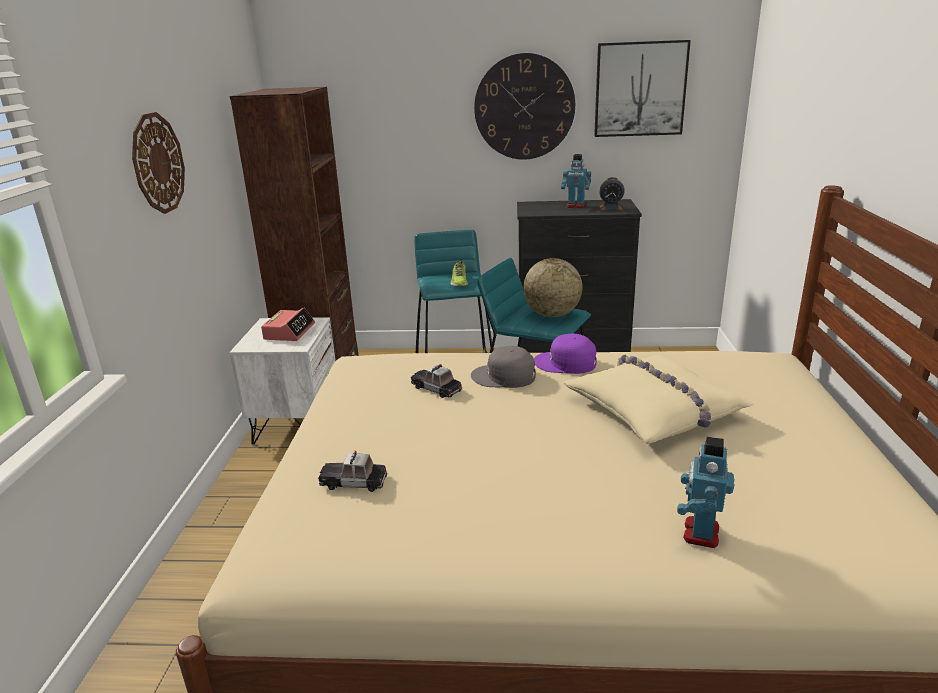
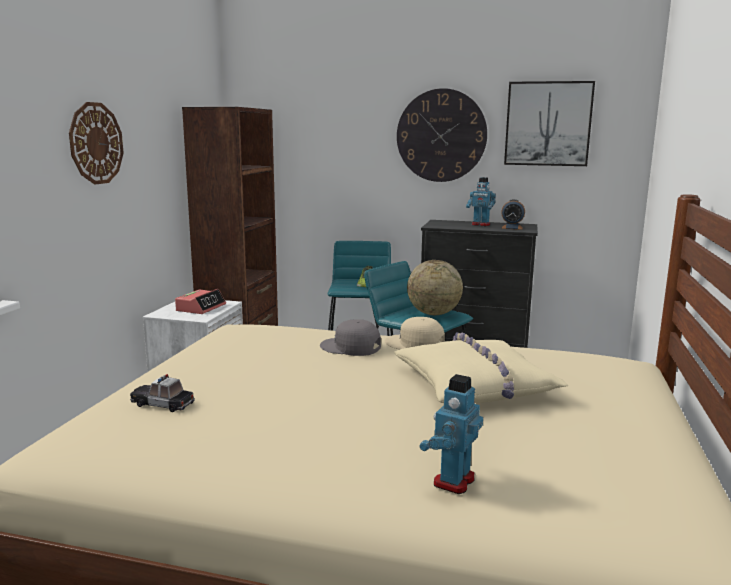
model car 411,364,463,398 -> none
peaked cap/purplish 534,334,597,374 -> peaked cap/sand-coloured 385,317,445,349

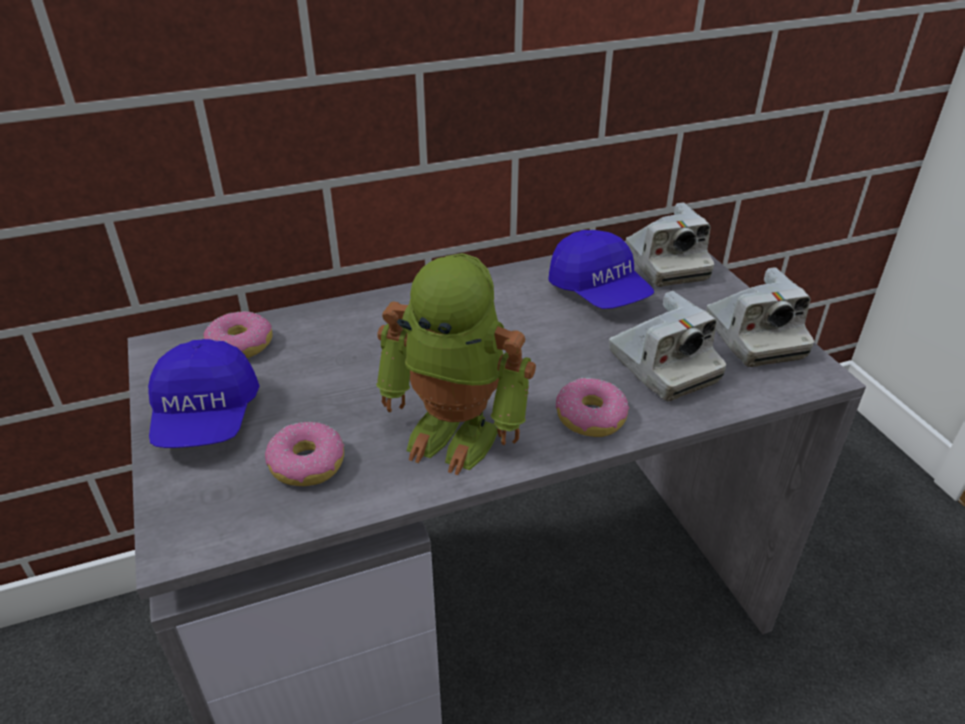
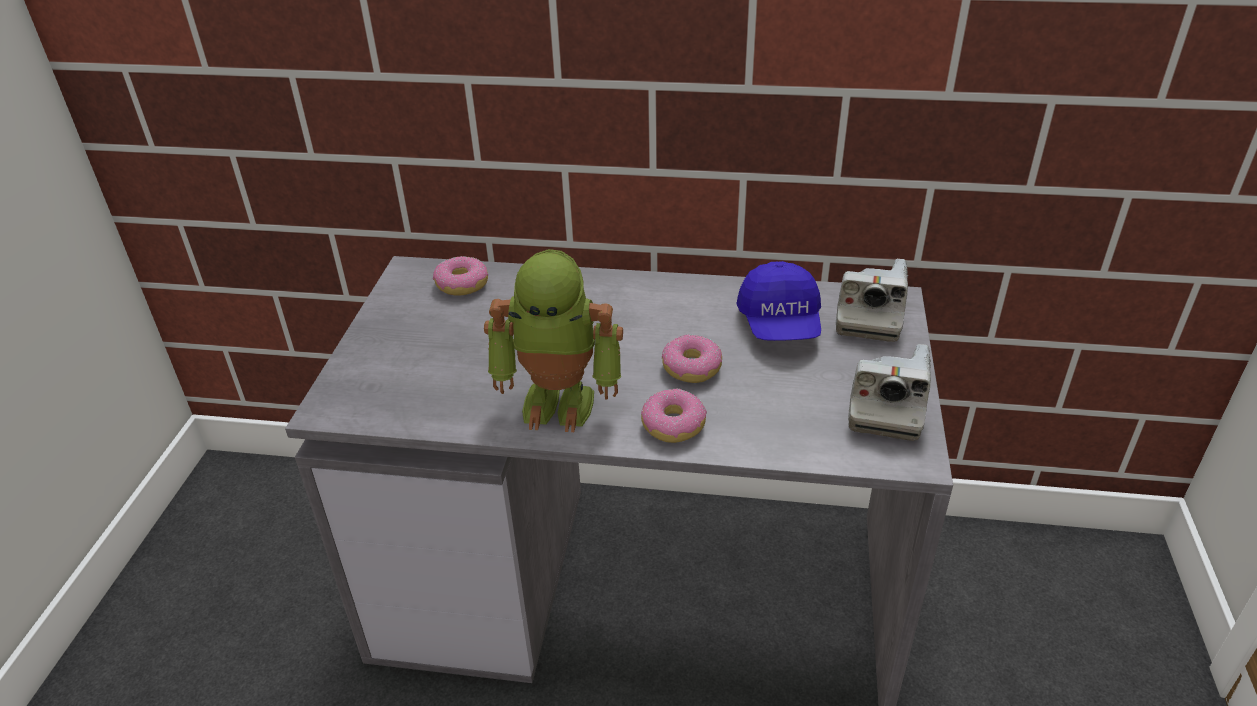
peaked cap/blue 148,339,260,448 -> none
ring doughnut 265,421,344,486 -> ring doughnut 662,334,722,383, moved
toy robot 376,253,536,475 -> toy robot 484,249,623,432, 45 degrees counterclockwise
still camera 609,291,726,401 -> none

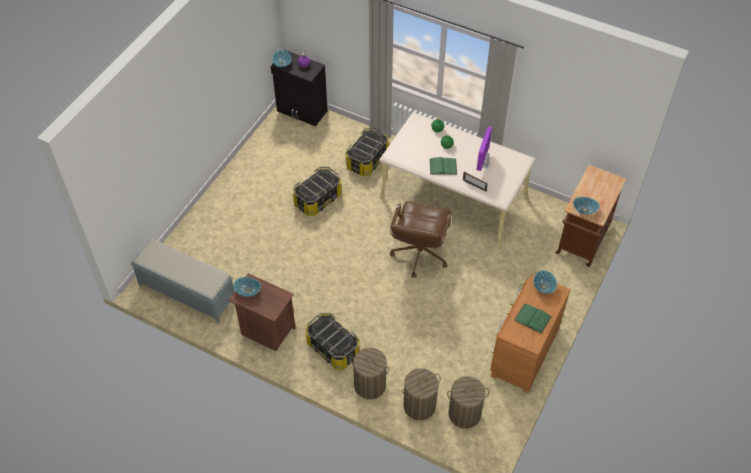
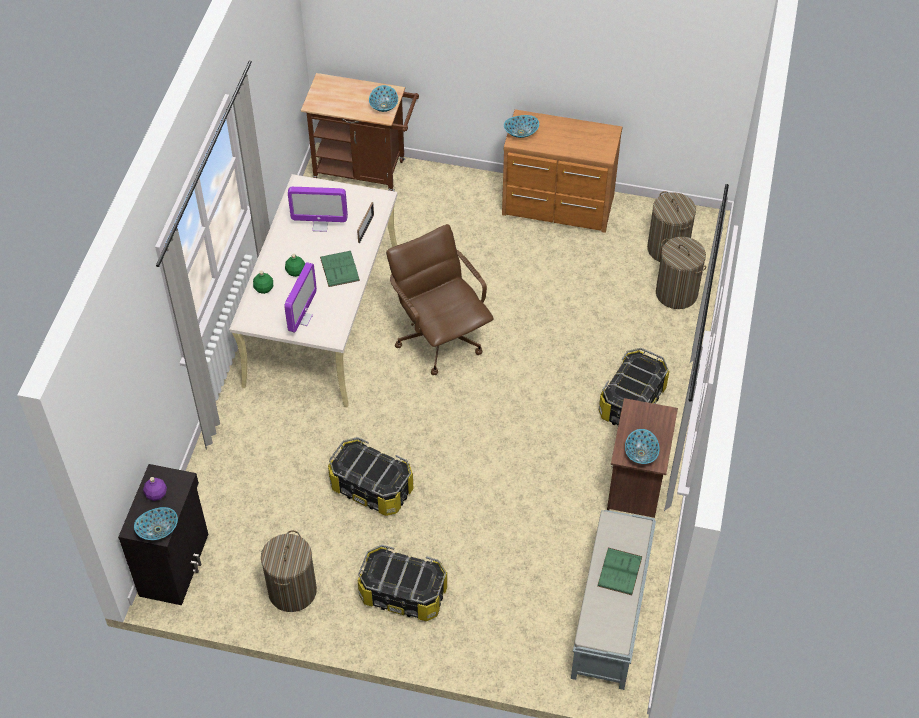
storage bin 346,127,389,176 -> storage bin 358,545,447,621, moved
hamper 350,348,389,399 -> hamper 261,530,317,612, moved
desk chair/brown 390,201,451,278 -> desk chair/brown 386,224,494,375, 120 degrees counterclockwise
volume/green 514,303,551,334 -> volume/green 597,548,643,595, moved
none -> monitor 284,262,317,333

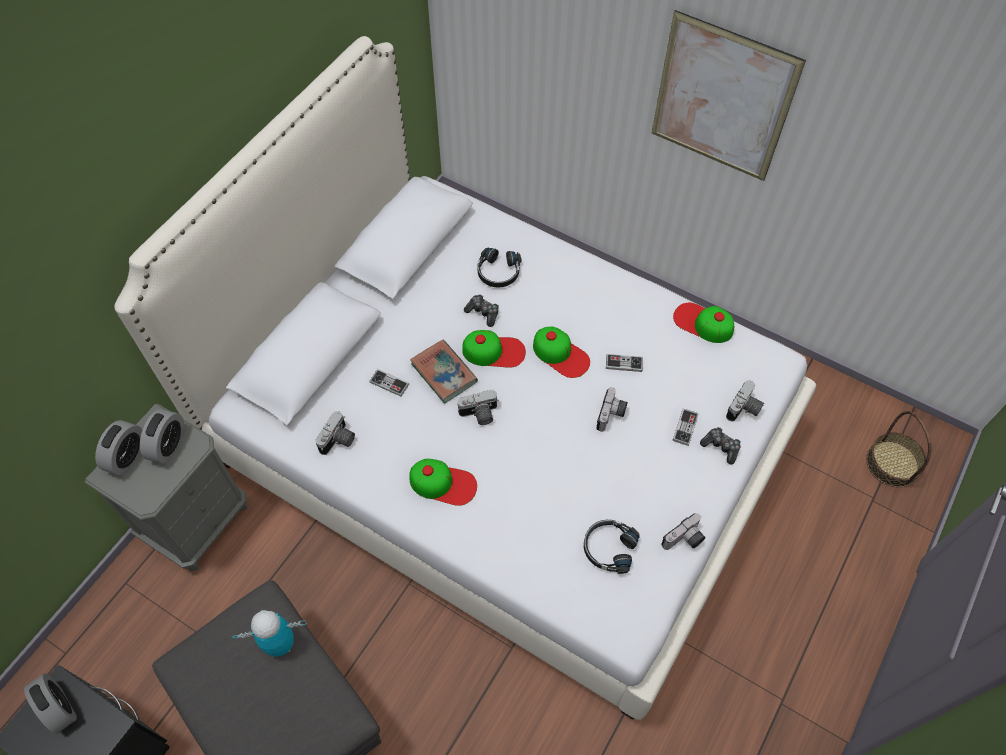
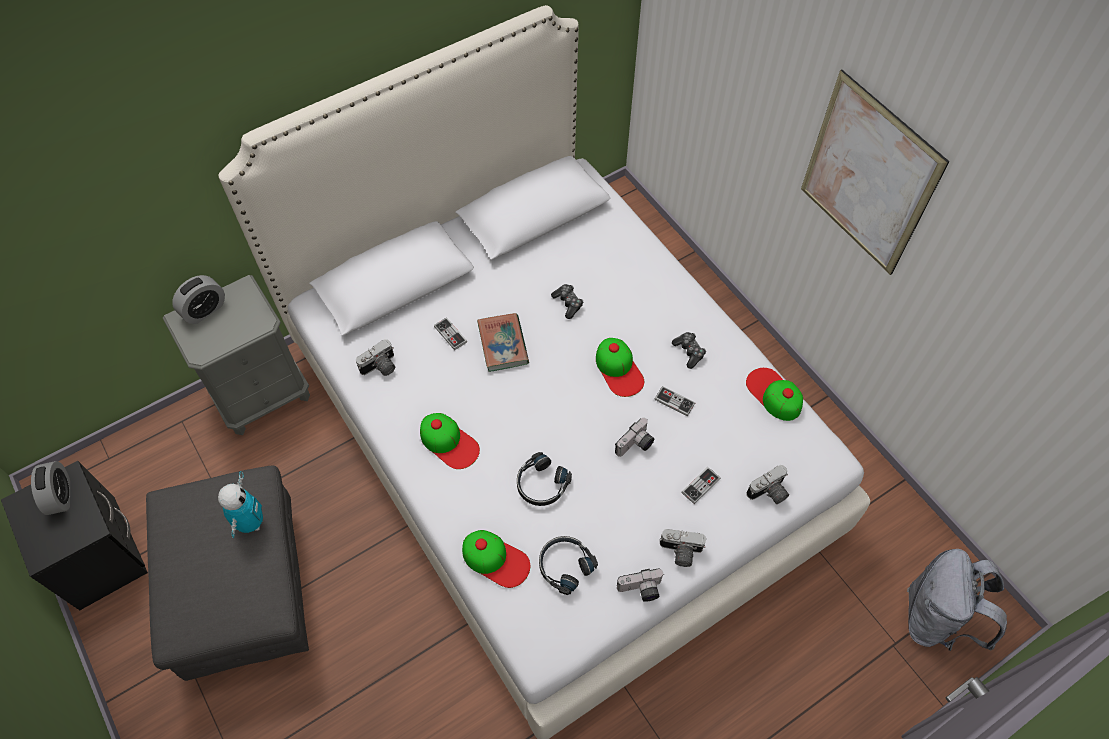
alarm clock 140,409,185,464 -> none
toy robot 232,610,307,657 -> toy robot 218,471,263,538, 75 degrees clockwise
still camera 458,389,499,425 -> still camera 660,529,706,567, moved
peaked cap 462,330,526,368 -> peaked cap 462,530,530,588, moved
pair of headphones/black-coloured 477,247,522,288 -> pair of headphones/black-coloured 517,452,572,506, moved
joypad 700,427,741,465 -> joypad 672,332,706,369, moved
household basket 866,411,931,487 -> knapsack/grey 907,549,1007,651

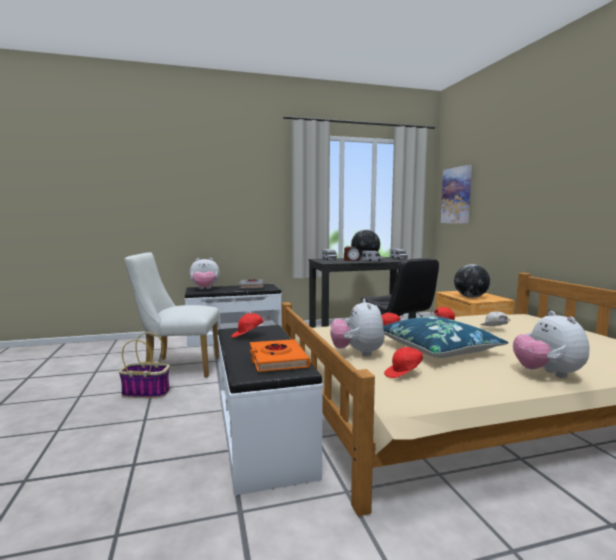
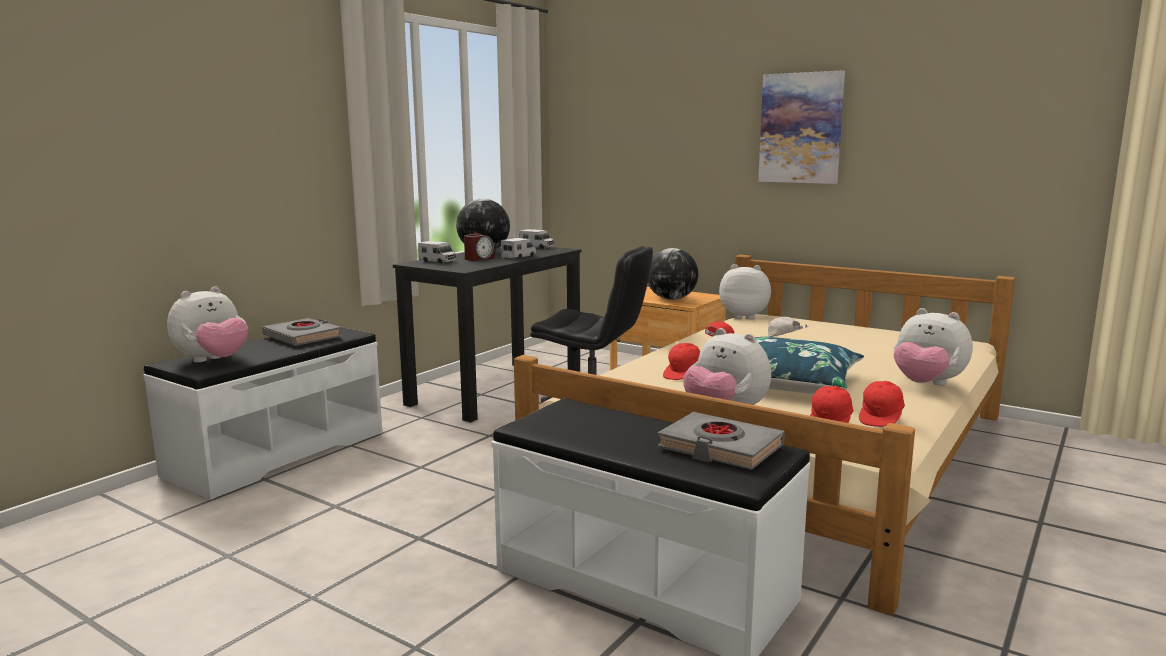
household basket 119,332,170,398 -> none
plain chair/whitish 125,252,219,378 -> none
peaked cap/red 231,313,269,338 -> peaked cap/red 859,381,905,427, moved
volume/orangey 250,339,310,372 -> volume/grey 657,412,785,470
wall art 441,165,472,223 -> wall art 758,70,845,184, moved
none -> cuddly toy 719,264,771,319

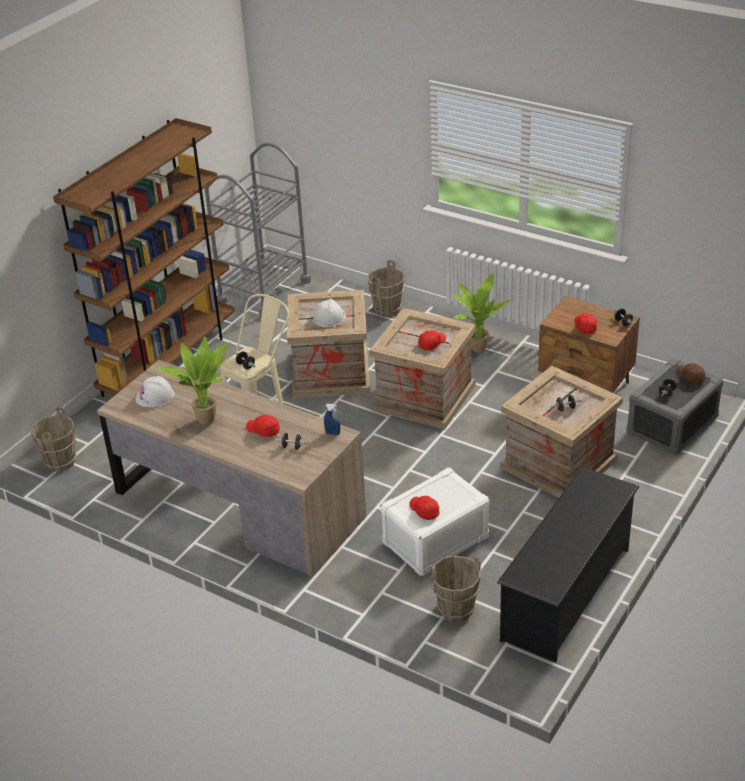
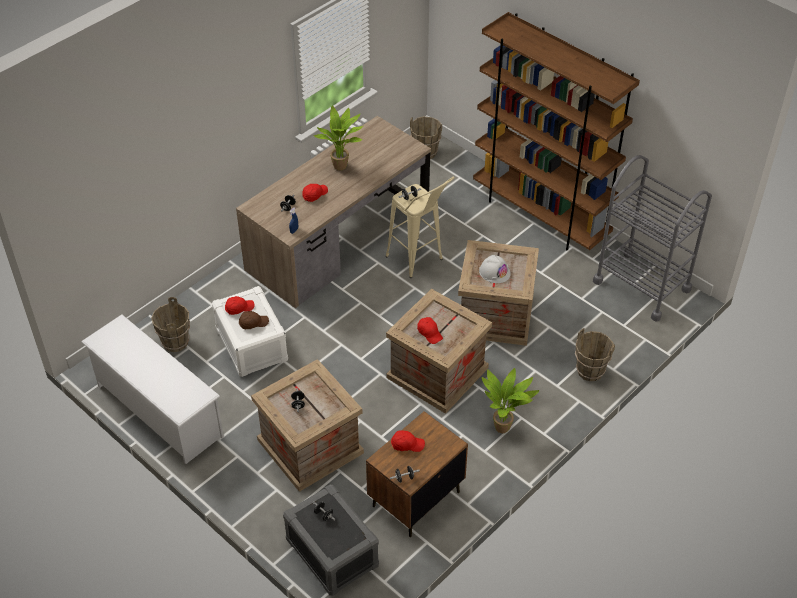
safety helmet/whitish 135,376,174,407 -> none
shoe shelf/black-coloured 497,467,639,663 -> shoe shelf/whitish 81,314,224,464
peaked cap/brown 676,363,705,384 -> peaked cap/brown 239,311,269,329, moved

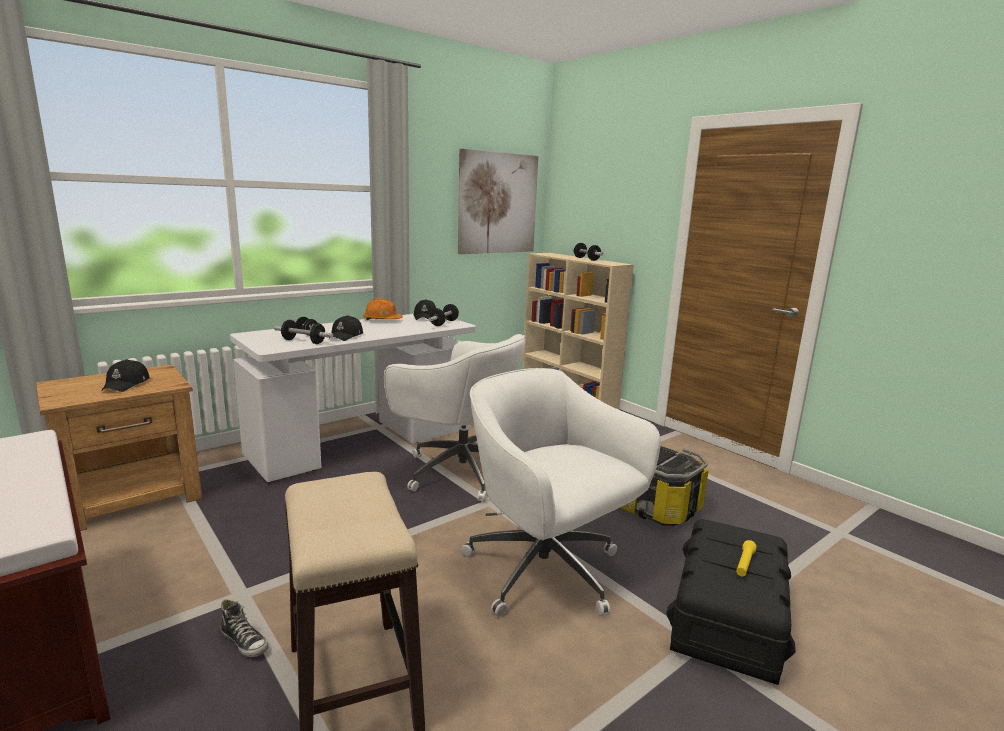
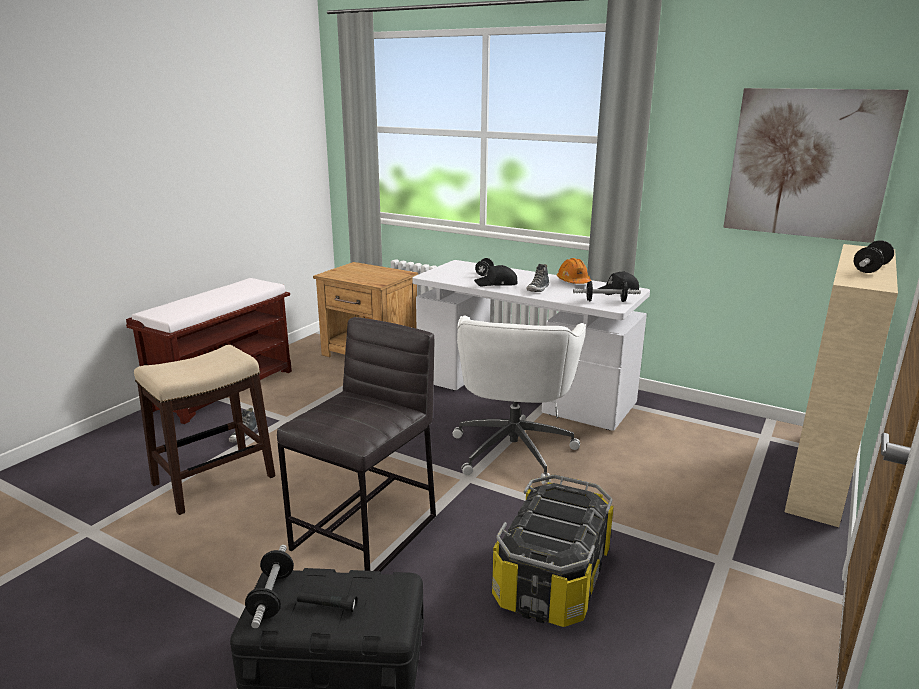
peaked cap/black-coloured 102,359,150,392 -> none
hand weight 274,320,333,344 -> hand weight 245,545,294,628, moved
desk chair/whitish 461,368,661,617 -> sitting stool/grey 277,317,436,572
torch/yellow 736,540,757,576 -> torch/black-coloured 297,591,358,612
none -> item of footwear 526,264,549,292

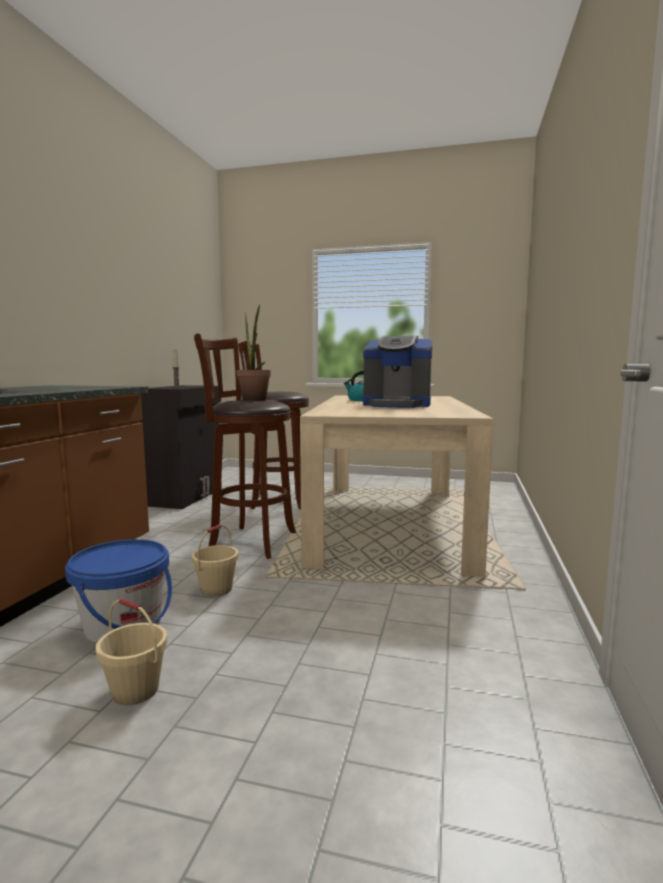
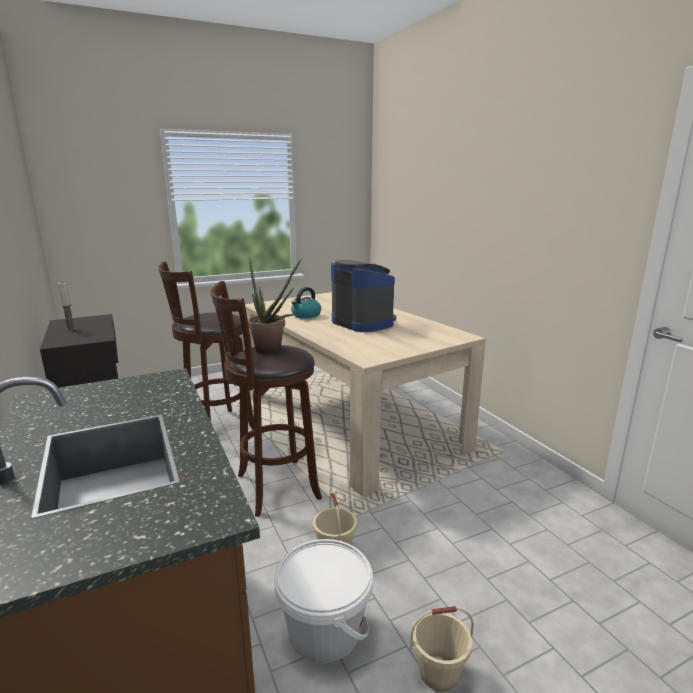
bucket/blue 65,539,172,643 -> bucket/whitish 274,539,373,663
coffee maker 363,336,432,408 -> coffee maker 331,260,396,332, 105 degrees counterclockwise

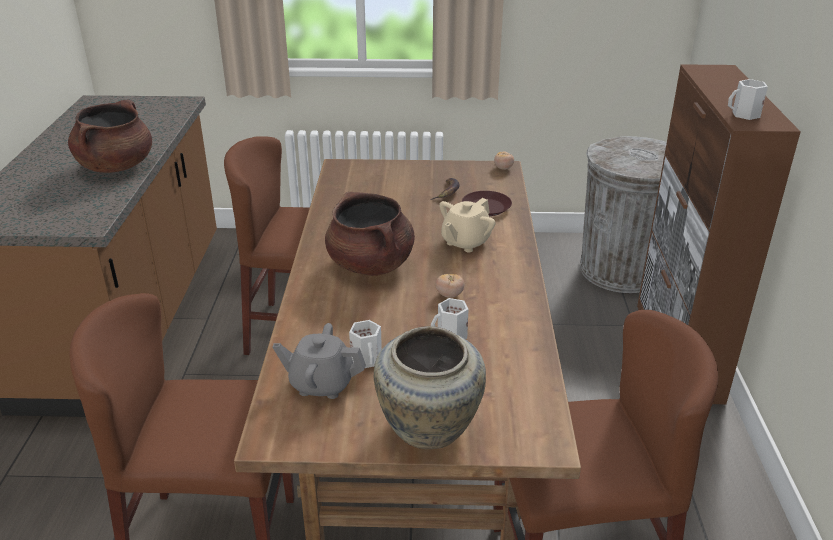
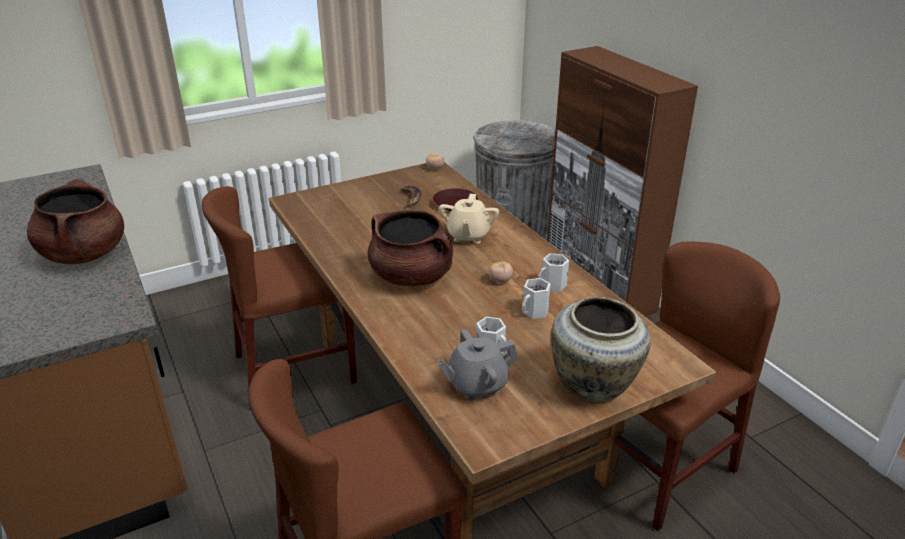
mug/whitish 728,79,768,120 -> mug/whitish 538,254,569,292, moved

